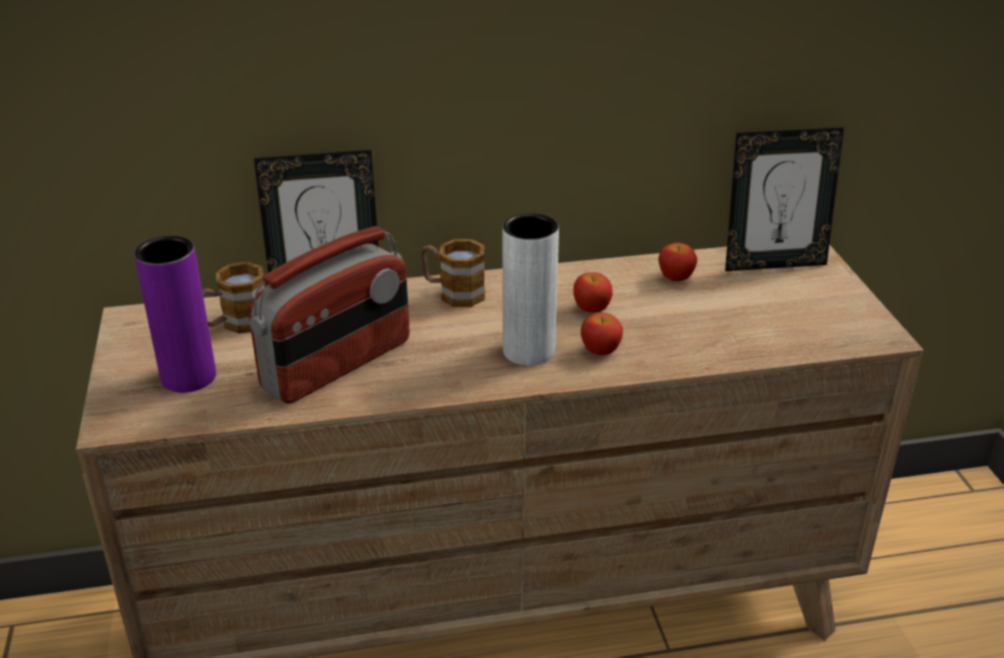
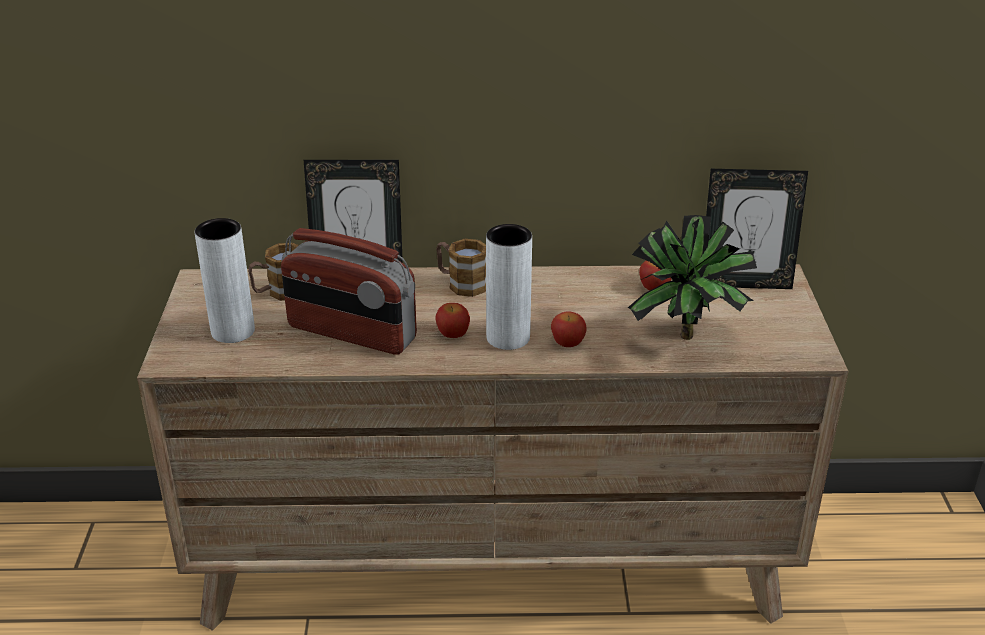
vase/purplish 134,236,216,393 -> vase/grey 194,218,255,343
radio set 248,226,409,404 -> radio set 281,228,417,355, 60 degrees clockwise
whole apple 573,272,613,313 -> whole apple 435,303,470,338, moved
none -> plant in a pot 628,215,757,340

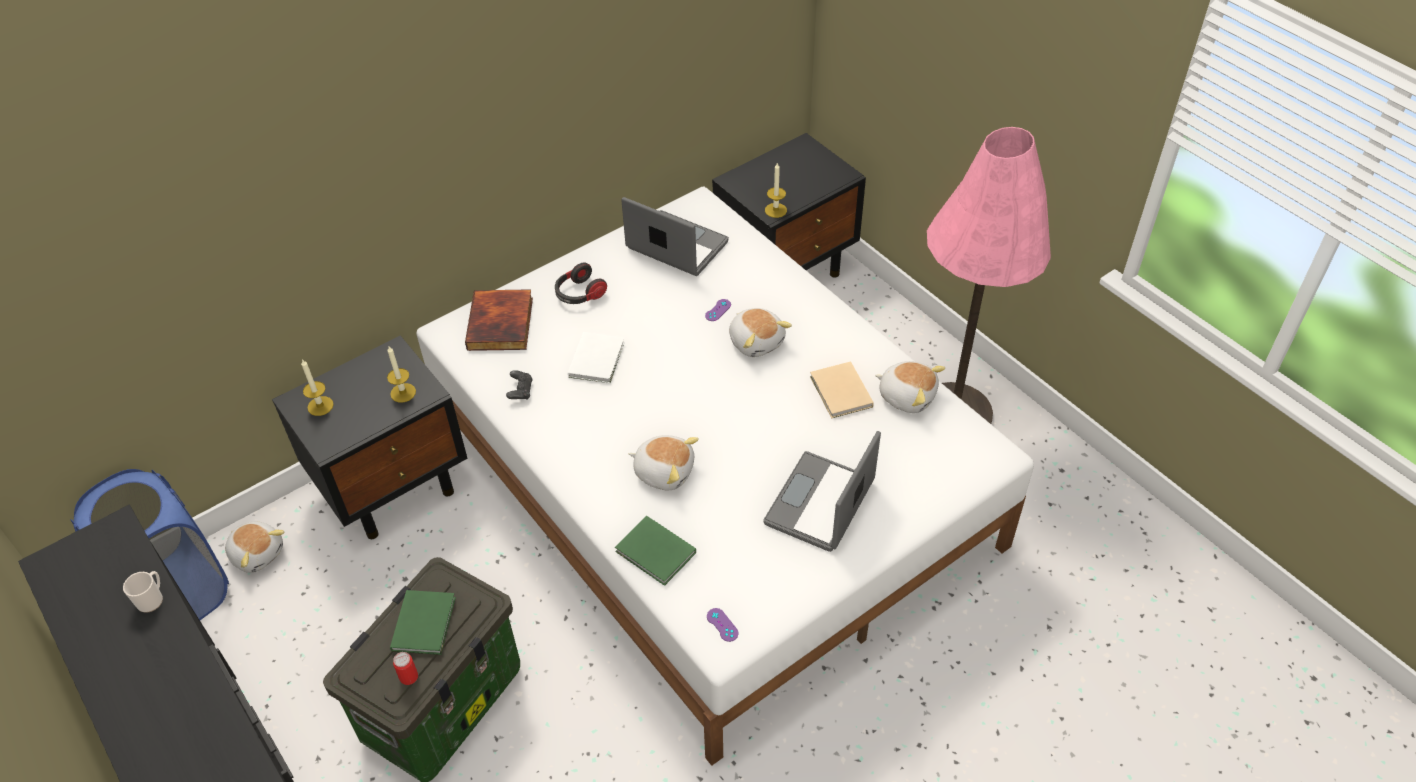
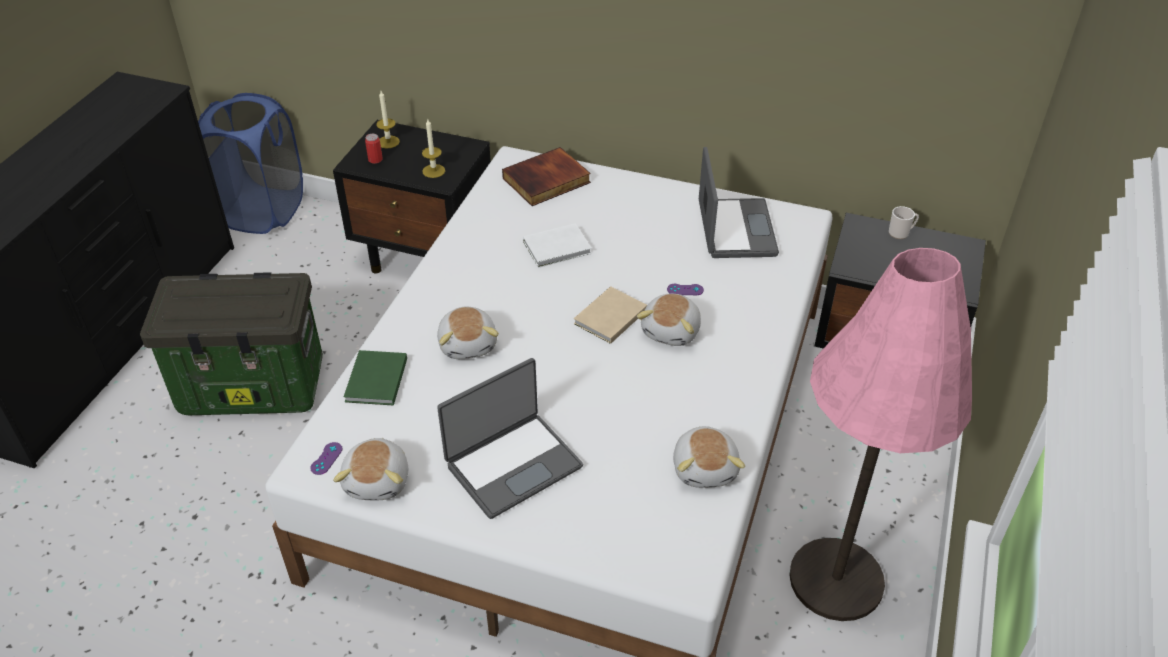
mug 123,571,163,613 -> mug 889,206,919,239, moved
cuddly toy 225,522,285,573 -> cuddly toy 333,438,408,500, moved
volume/green 390,590,456,655 -> none
sealed can 393,652,418,685 -> sealed can 365,134,383,164, moved
joypad/black-coloured 506,370,533,400 -> none
pair of headphones 555,263,607,304 -> none
notebook computer 764,431,881,552 -> notebook computer 437,358,583,519, 150 degrees clockwise
wax candle 765,163,787,218 -> none
volume/sand-coloured 810,361,874,418 -> volume/sand-coloured 574,286,647,344, moved

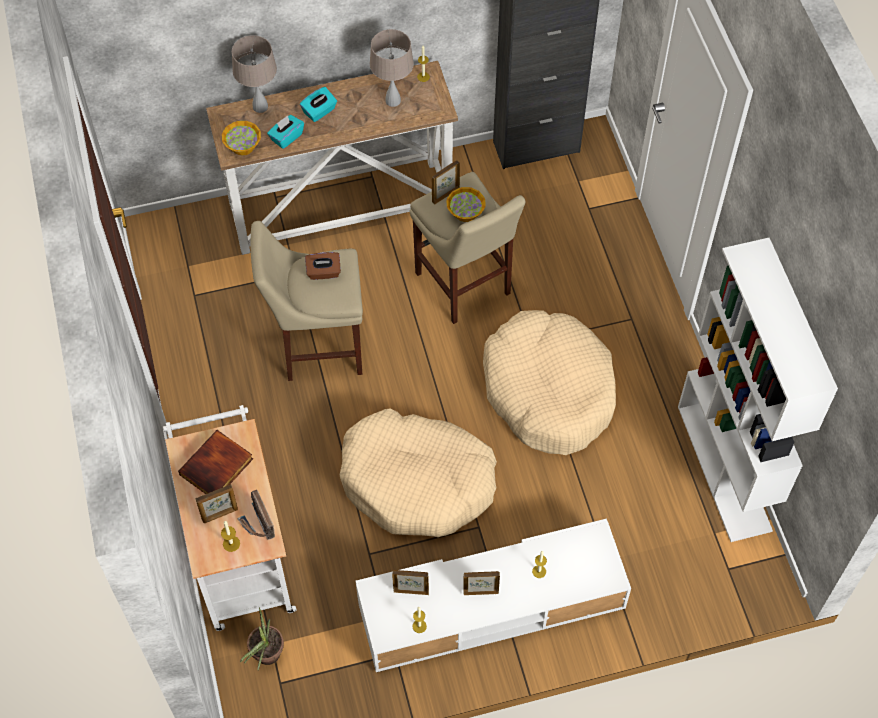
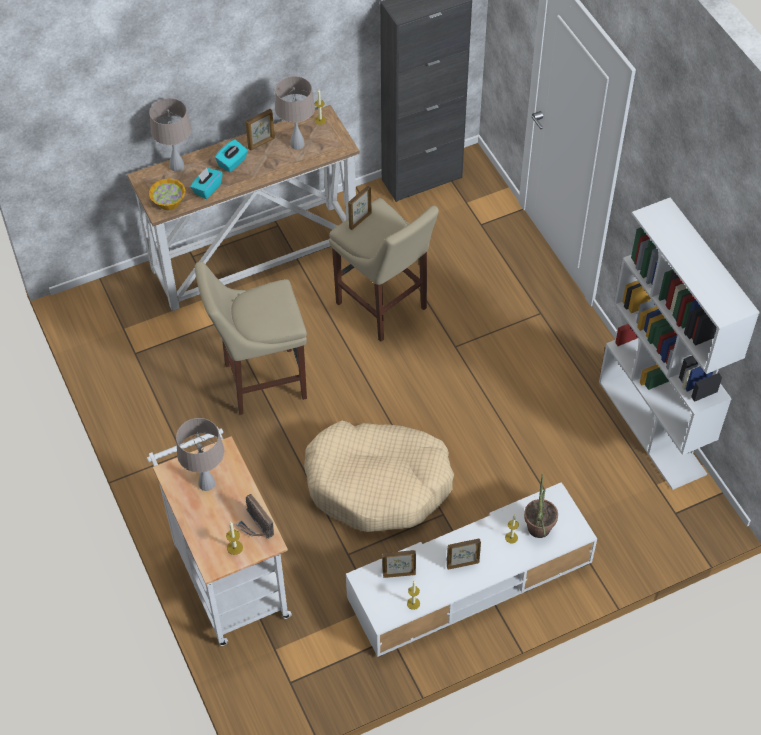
volume 178,430,253,494 -> tabletop lamp/sand-coloured 176,418,224,491
photo frame 195,485,238,523 -> photo frame 245,109,275,151, moved
plant in a pot 240,608,284,671 -> plant in a pot 524,474,558,538, moved
tissue box/brown 305,252,341,280 -> none
deep dish 447,187,486,222 -> none
pet bed/sand-coloured 483,310,616,455 -> none

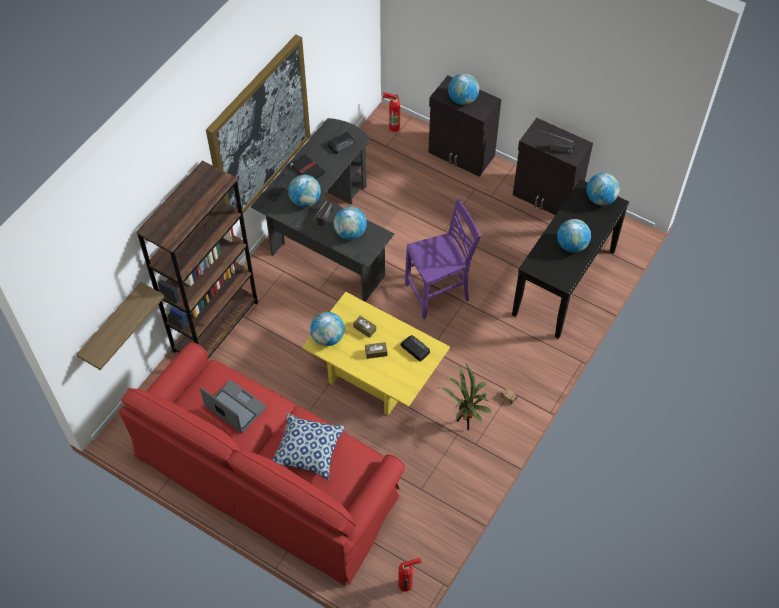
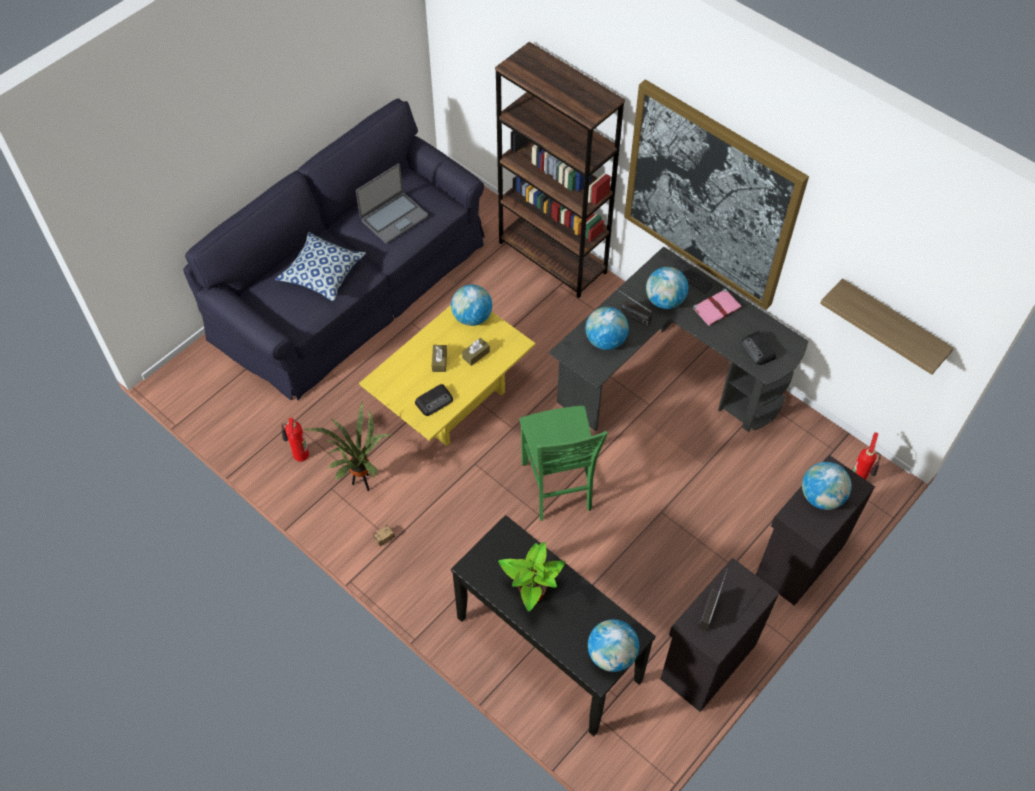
bracket shelf 76,282,164,370 -> bracket shelf 820,278,954,375, moved
settee/red 118,342,405,586 -> settee/black-coloured 183,98,485,401
volume/black-coloured 290,154,326,179 -> volume/pink-coloured 693,289,742,326
extinguisher 398,558,422,592 -> extinguisher 281,418,309,462, moved
plain chair/purplish 405,198,481,319 -> plain chair/green 519,406,608,521
world globe 557,219,591,253 -> plant in a pot 498,542,565,612

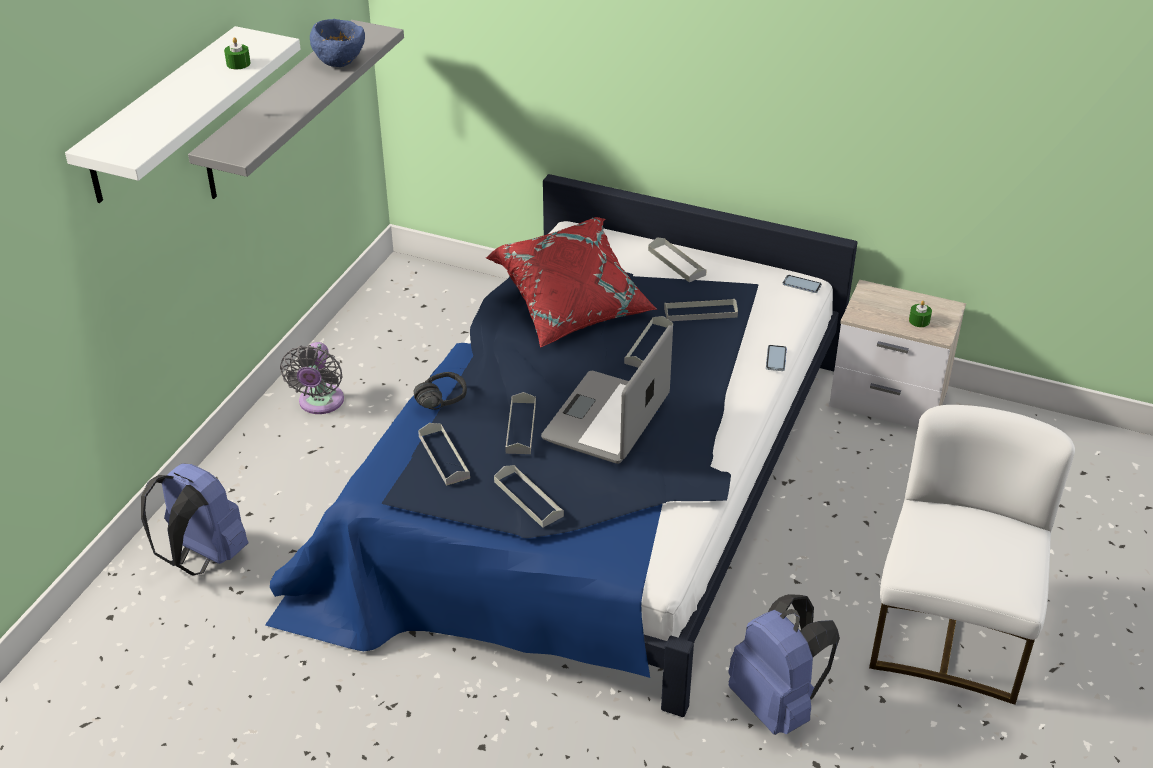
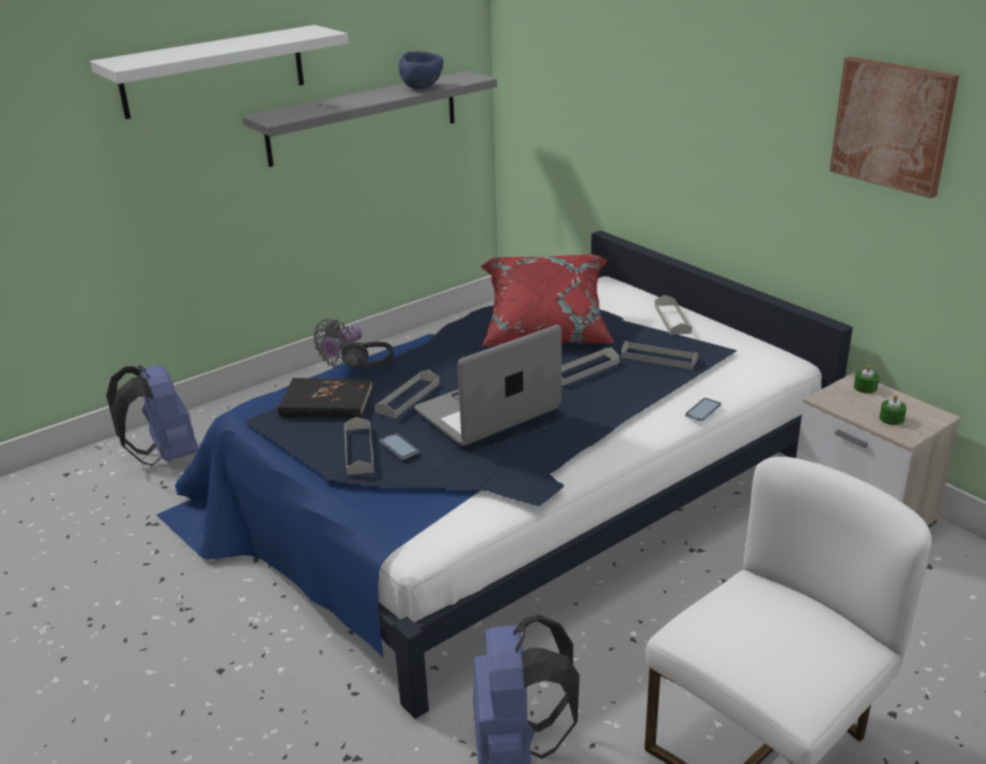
wax candle/green 224,37,251,69 -> wax candle/green 854,364,879,394, moved
carrying tray/grey 418,423,470,486 -> volume/black-coloured 278,378,372,418
handset 783,275,822,293 -> handset 380,433,419,459, moved
none -> wall art 830,57,959,198

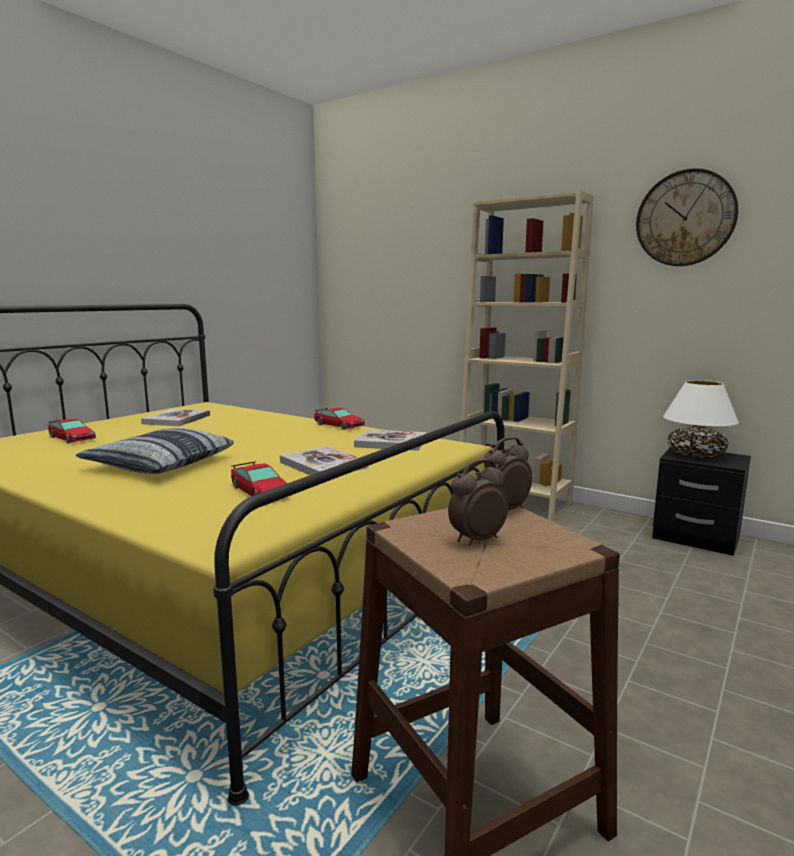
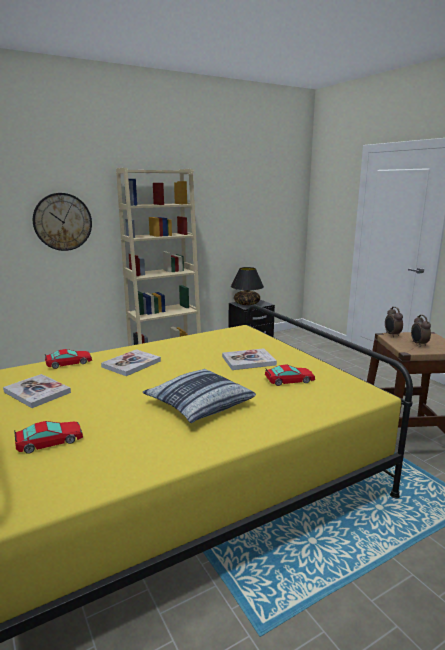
model car 314,408,365,430 -> model car 45,349,92,369, moved
volume 354,429,427,451 -> volume 101,349,161,376, moved
clock on the wall 636,168,738,266 -> clock on the wall 33,193,92,251, moved
tabletop lamp/whitish 663,380,739,457 -> tabletop lamp/black-coloured 231,267,264,305

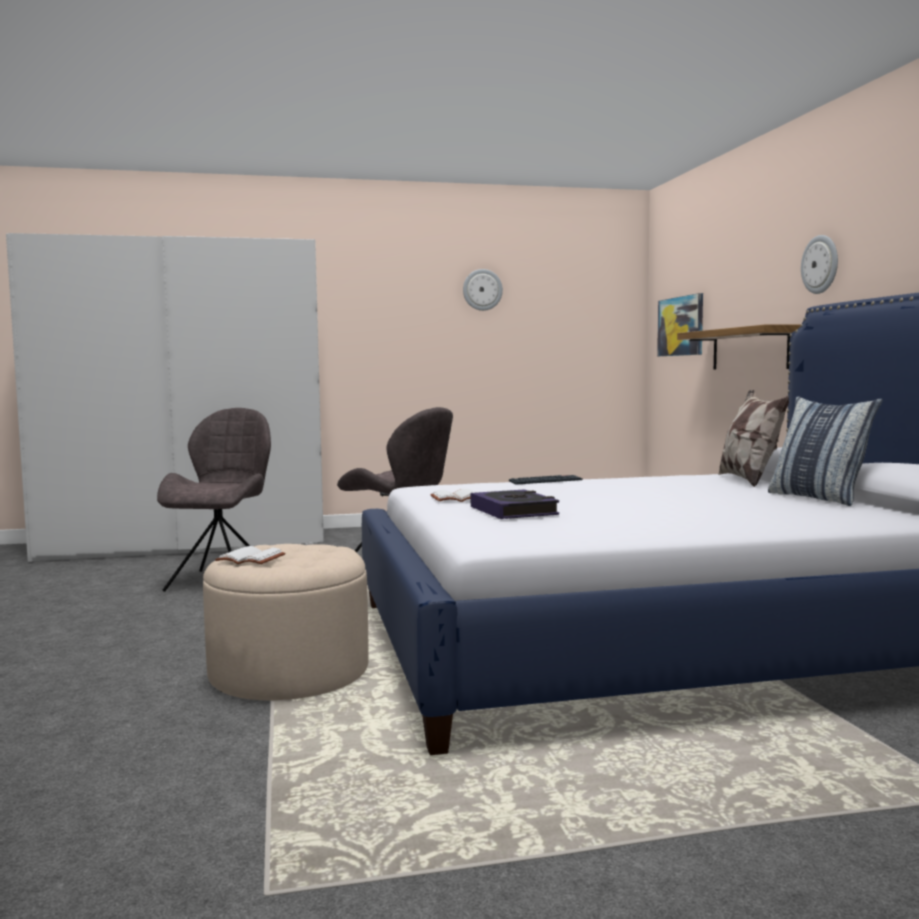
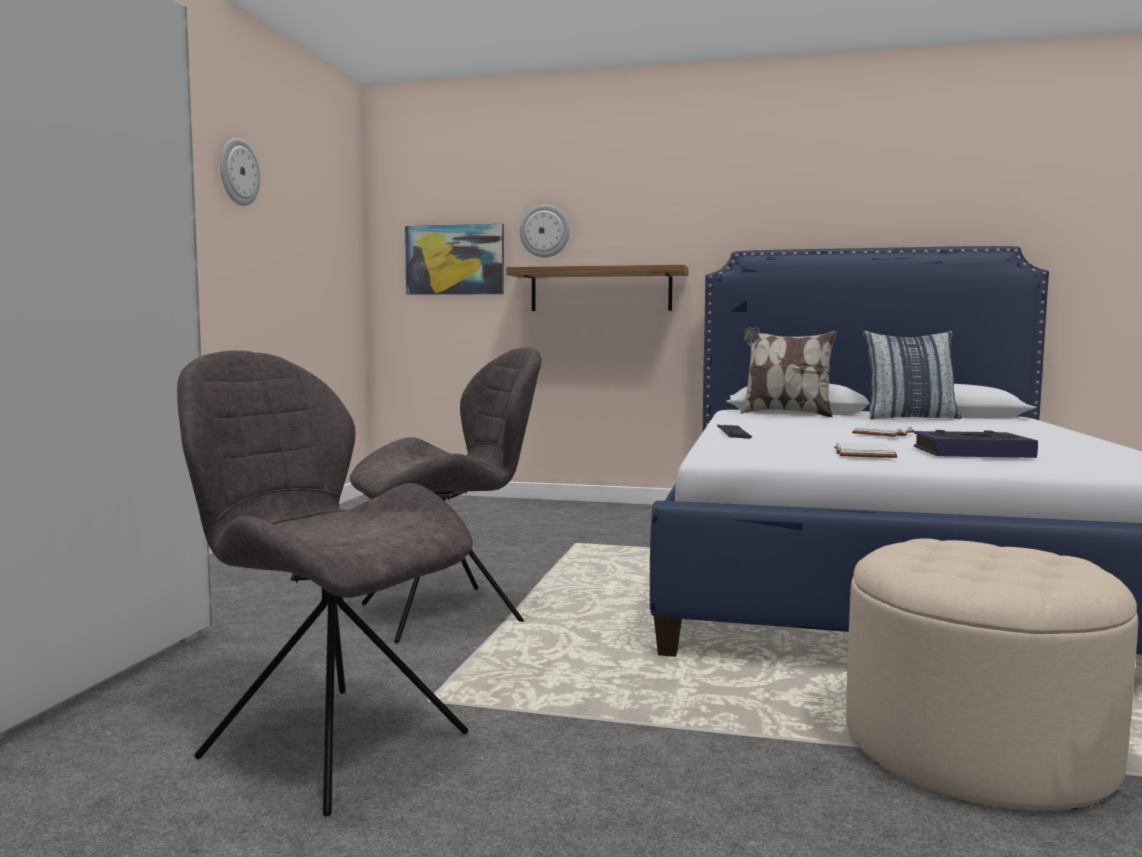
volume/whitish 215,546,286,564 -> volume/whitish 852,424,914,437, moved
clock on the wall 801,235,838,294 -> clock on the wall 520,205,570,257, moved

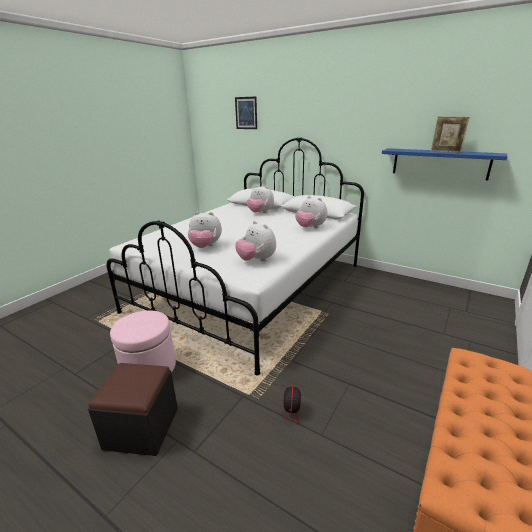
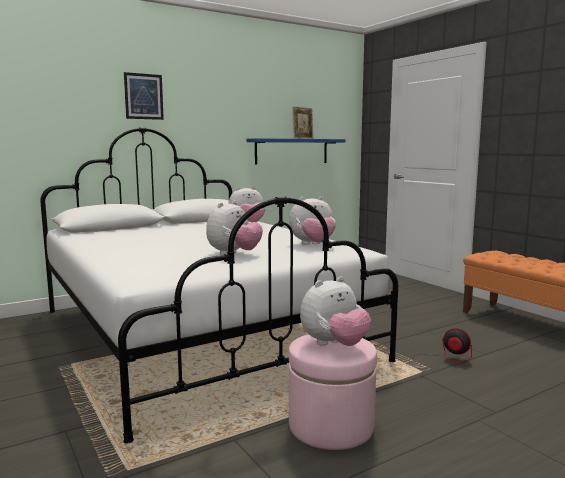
pouffe/black-coloured 88,363,178,456 -> none
wall art 235,96,257,129 -> wall art 124,72,164,120, moved
cuddly toy 247,185,274,213 -> cuddly toy 300,277,371,346, moved

